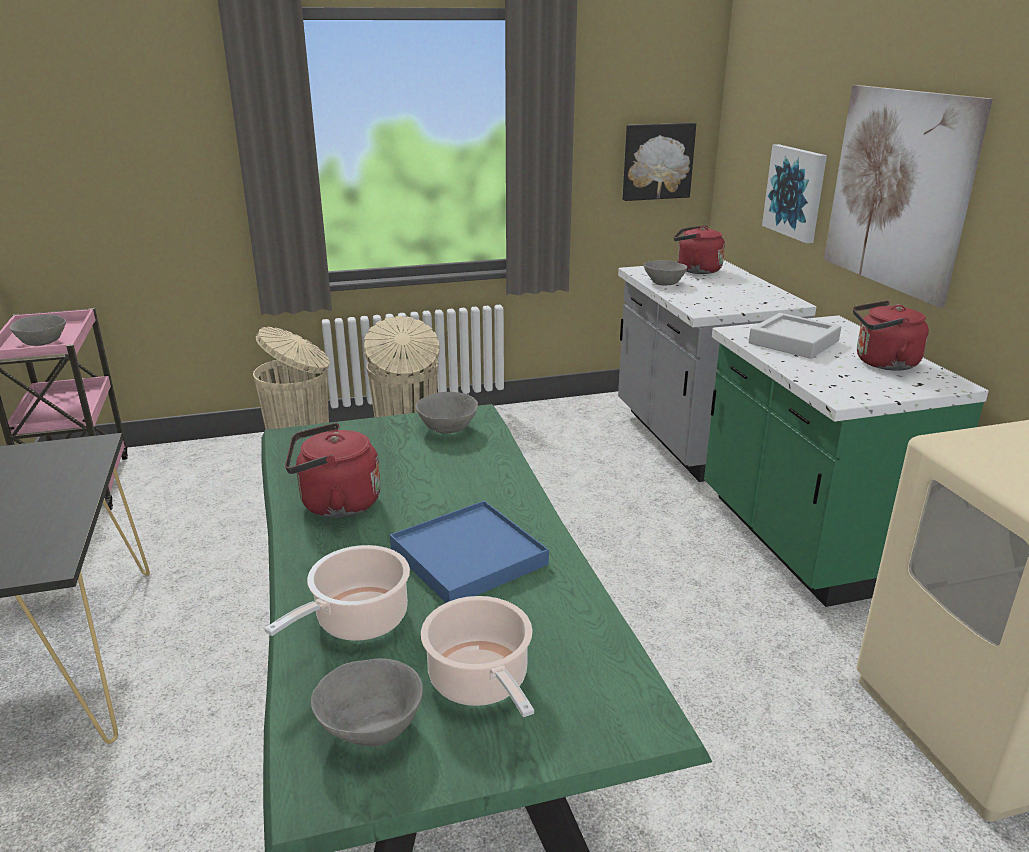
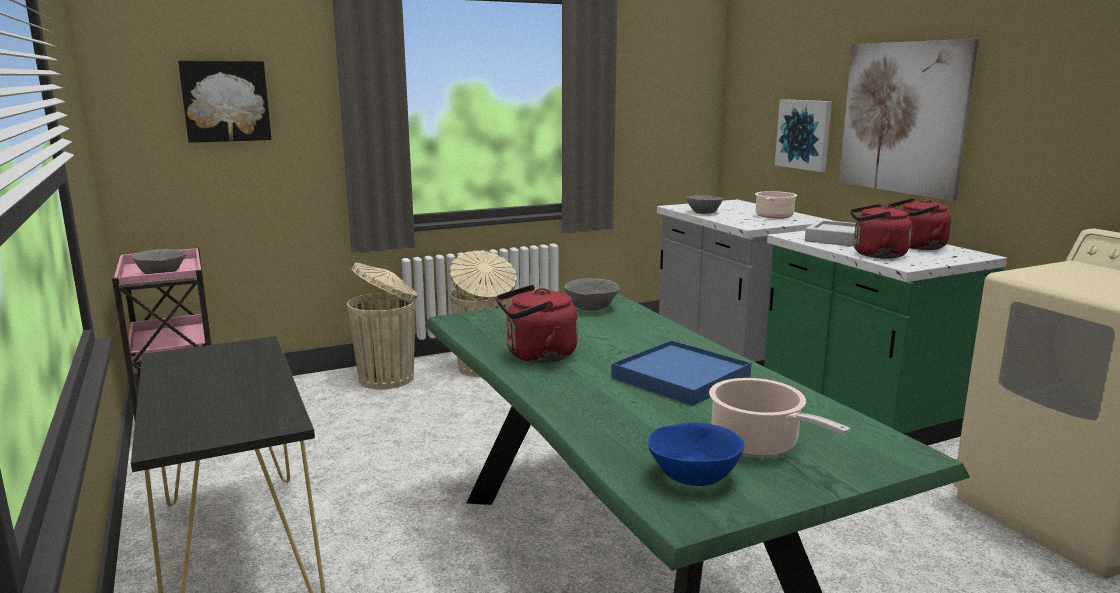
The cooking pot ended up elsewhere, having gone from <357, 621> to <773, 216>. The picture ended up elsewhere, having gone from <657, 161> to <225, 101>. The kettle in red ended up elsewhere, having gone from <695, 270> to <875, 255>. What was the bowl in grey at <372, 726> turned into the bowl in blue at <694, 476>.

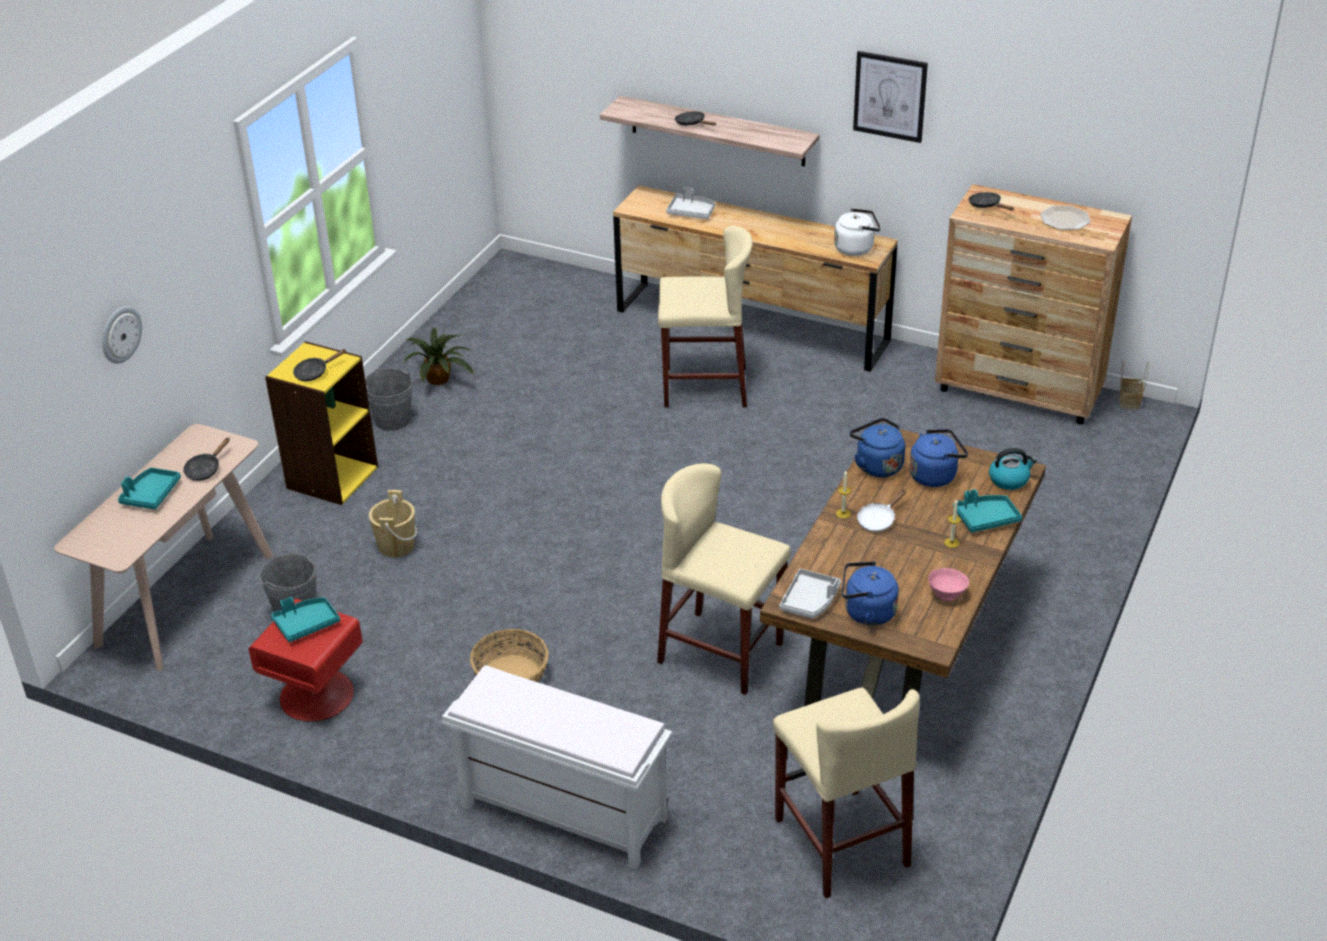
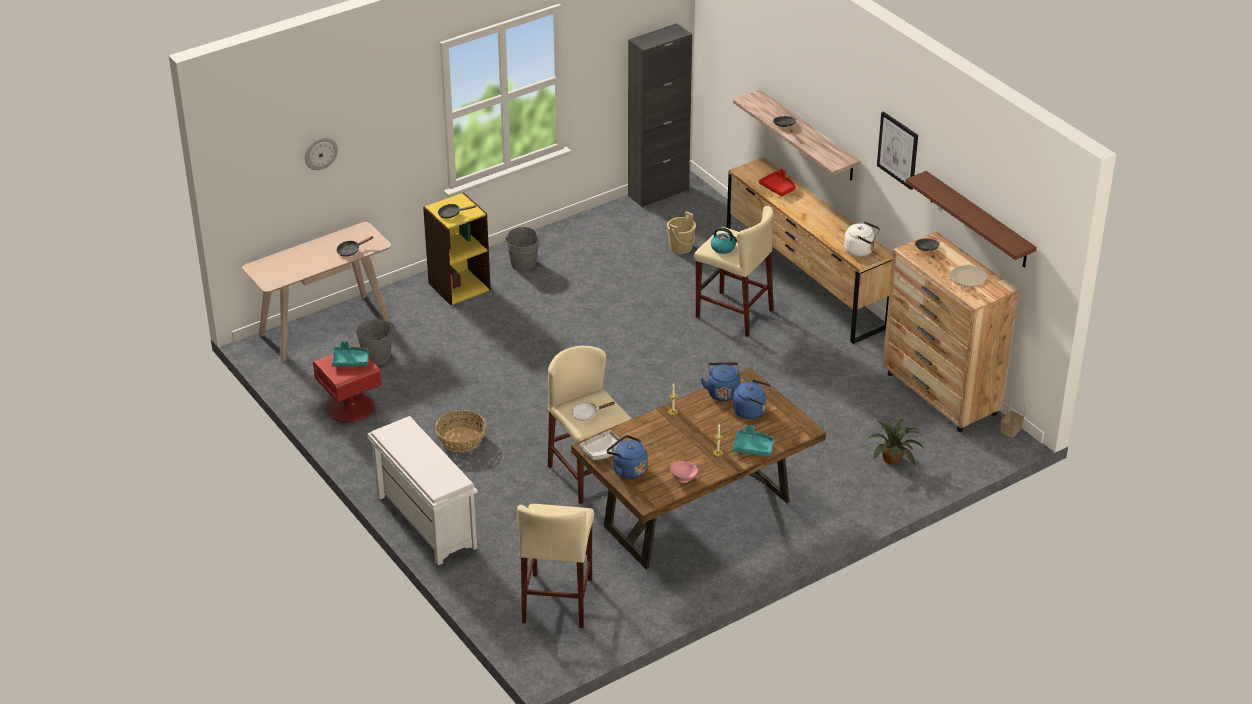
The second view lost the tray in turquoise at <151, 495>. The second view gained the cabinet in black at <658, 192>. The second view gained the shelf in brown at <978, 220>. The bucket in beige ended up elsewhere, having gone from <396, 546> to <681, 247>. The potted plant ended up elsewhere, having gone from <440, 379> to <893, 459>. The frying pan in white ended up elsewhere, having gone from <878, 520> to <587, 414>. The kettle ended up elsewhere, having gone from <1009, 480> to <723, 248>. What was the tray in grey at <691, 212> turned into the tray in red at <778, 188>.

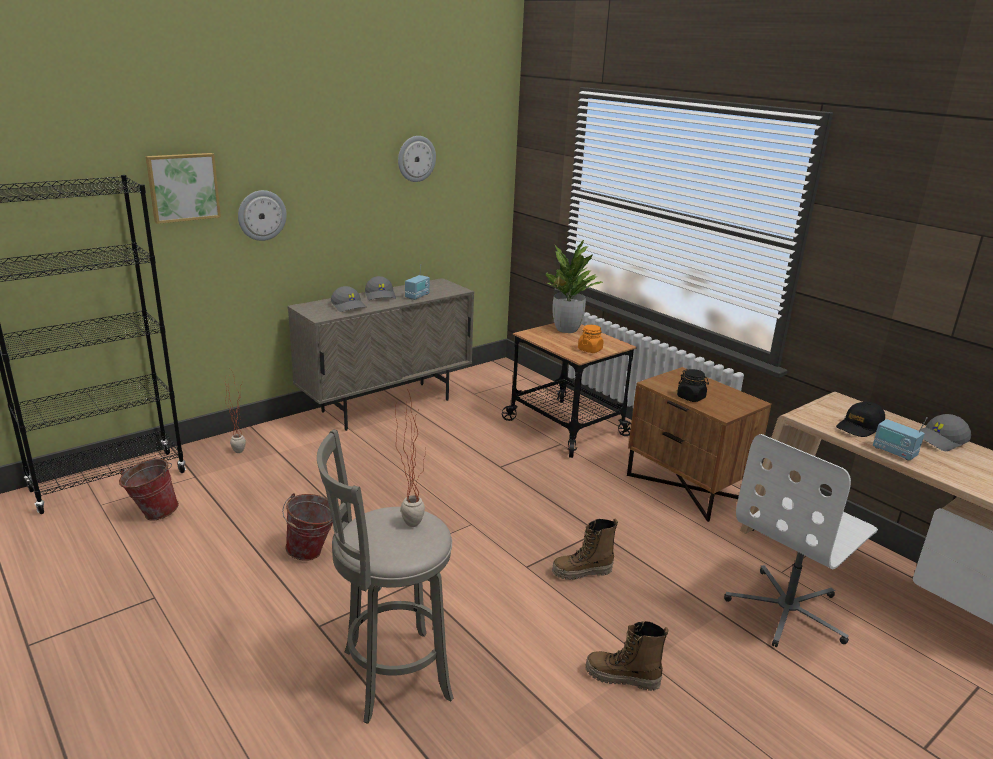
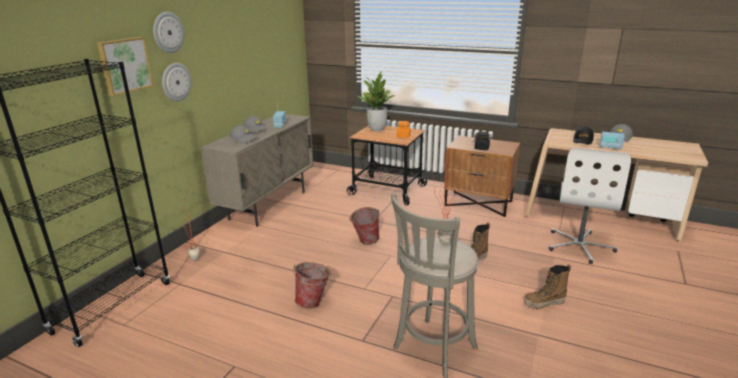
The bucket ended up elsewhere, having gone from <152, 513> to <365, 241>. The wall clock ended up elsewhere, having gone from <416, 158> to <168, 32>.

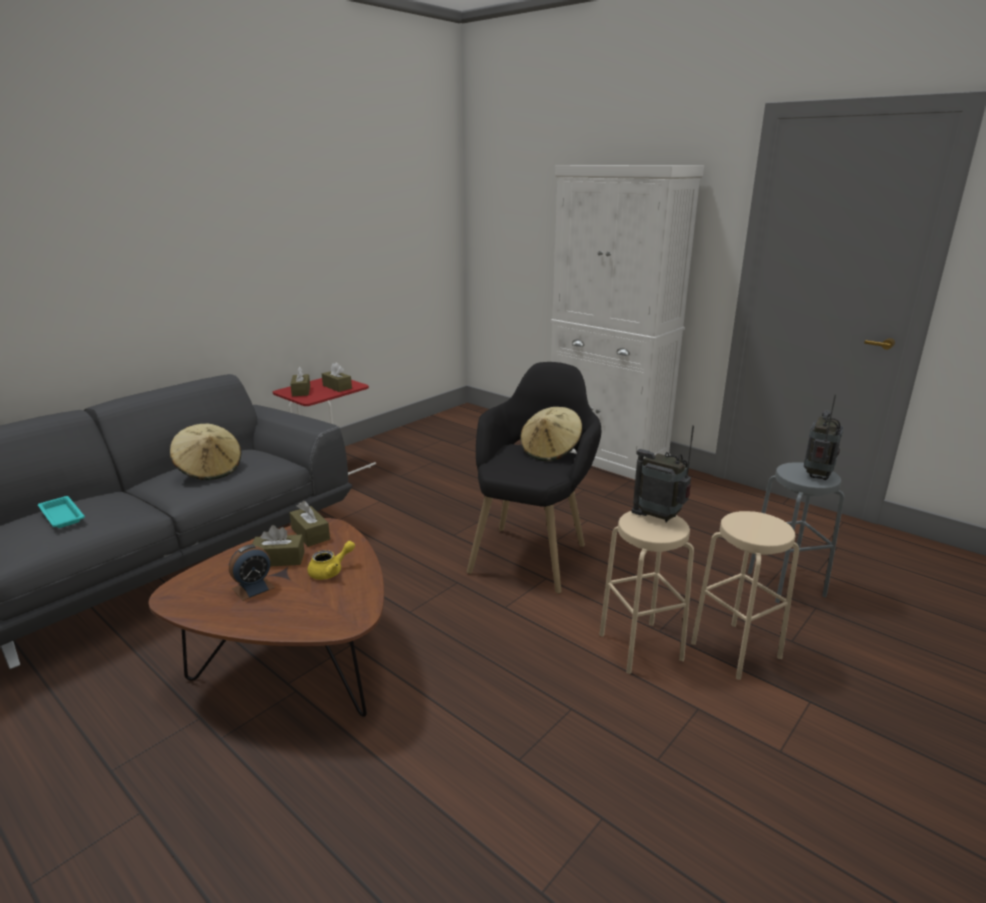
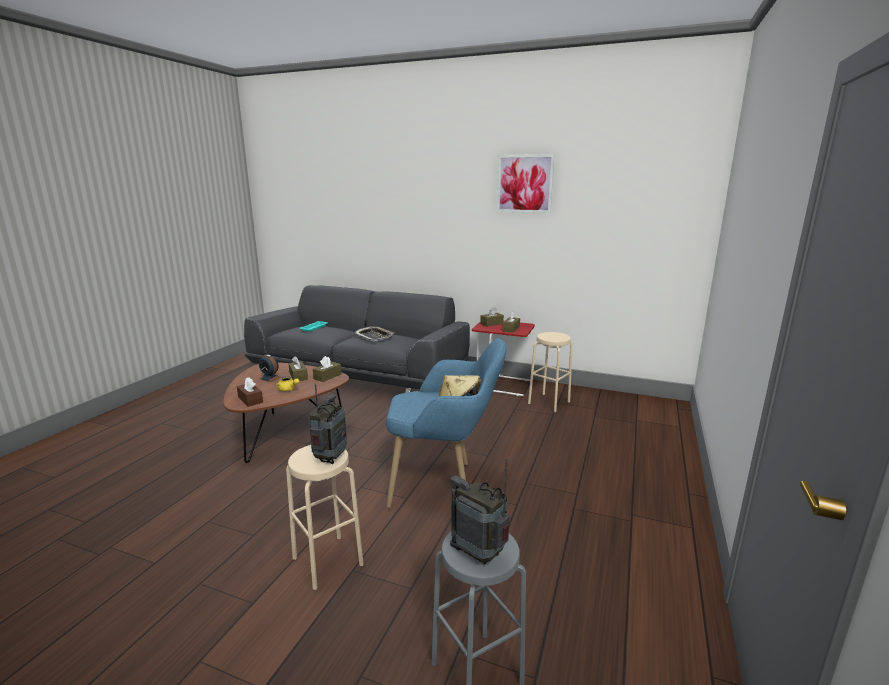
The second view lost the cabinet in white at <607, 457>. The second view gained the tissue box in brown at <250, 400>. The second view gained the picture at <525, 184>. The stool in beige ended up elsewhere, having gone from <735, 650> to <548, 402>. Where the hat in beige stood at <209, 470>, the tray came to stand at <374, 336>. What was the armchair in black at <533, 550> turned into the armchair in blue at <444, 485>. The radio at <817, 475> ended up facing another way, 150 degrees counterclockwise from before.

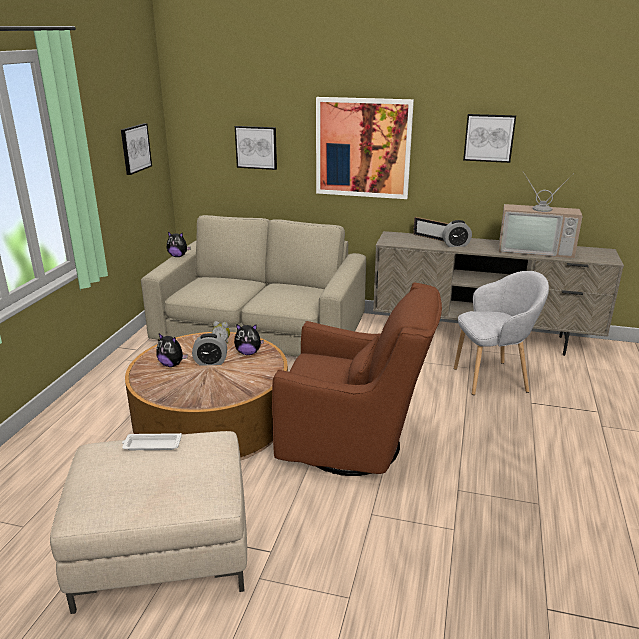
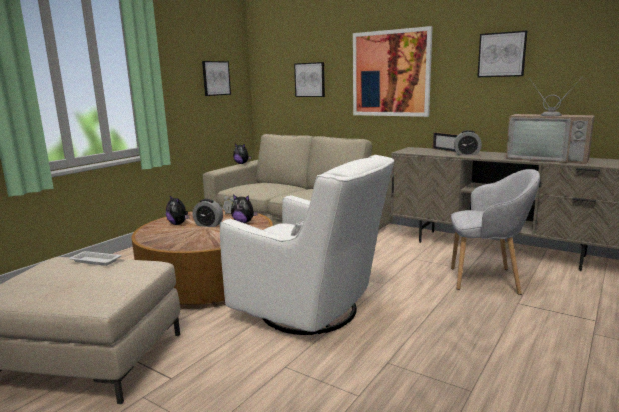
What was the armchair in brown at <355, 445> turned into the armchair in white at <312, 311>.

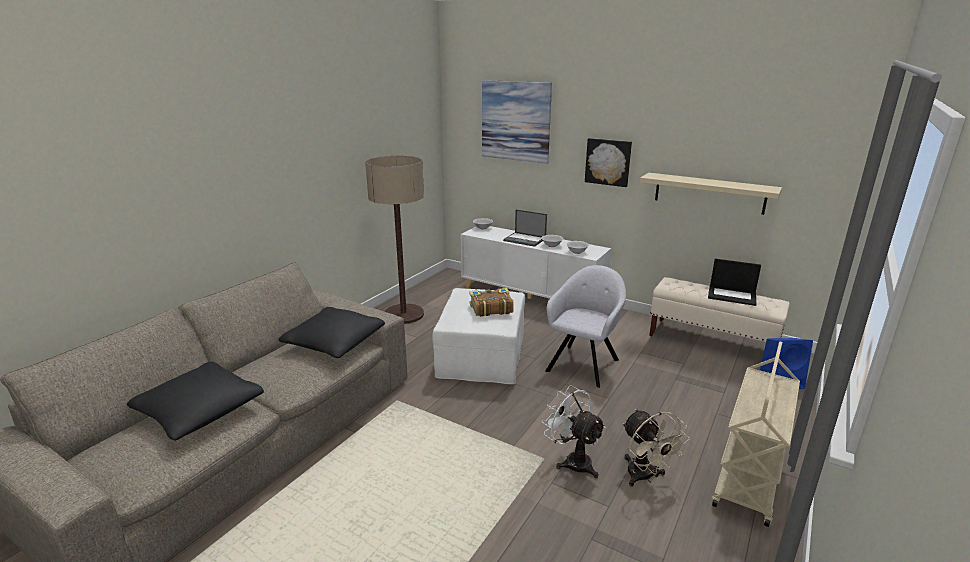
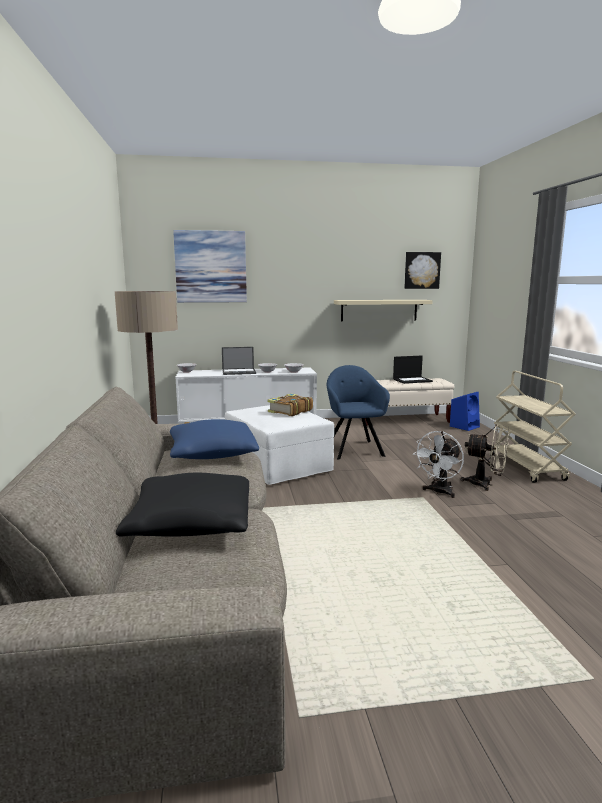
The picture ended up elsewhere, having gone from <608, 162> to <421, 270>. What was the pillow in black at <334, 343> turned into the pillow in blue at <212, 454>. What was the armchair in grey at <584, 363> turned into the armchair in blue at <354, 448>. The fan in white at <572, 461> ended up facing another way, 60 degrees counterclockwise from before.

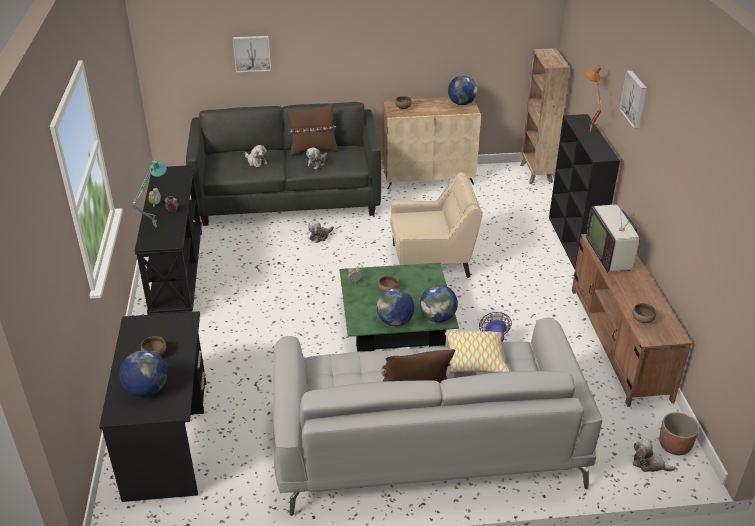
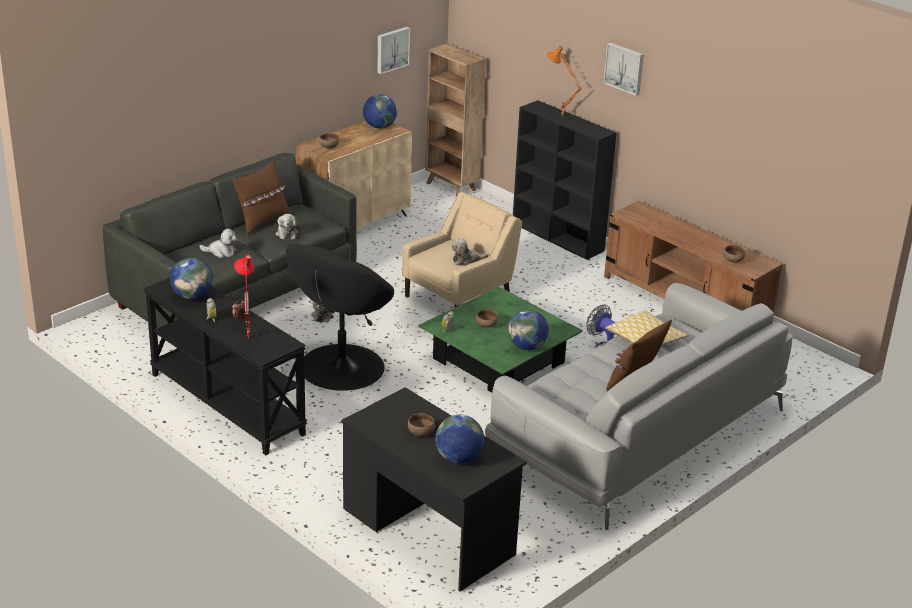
The second view lost the television at <611, 255>. The second view lost the planter at <674, 446>. The second view gained the armchair in black at <340, 367>. The picture ended up elsewhere, having gone from <252, 53> to <392, 49>. The globe ended up elsewhere, having gone from <438, 318> to <193, 296>. The plush toy ended up elsewhere, having gone from <649, 464> to <467, 260>. What was the table lamp in turquoise at <154, 227> turned into the table lamp in red at <246, 338>.

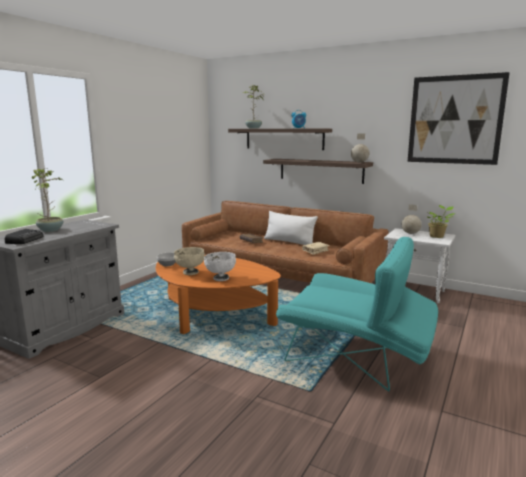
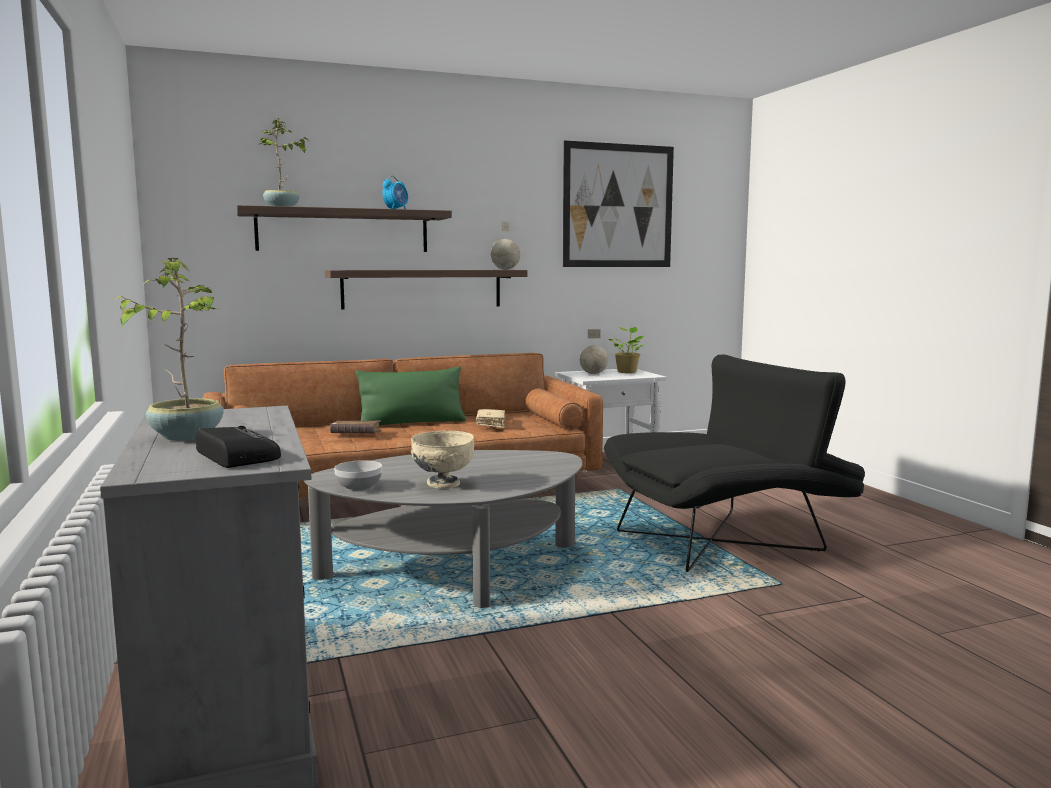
The second view lost the bowl in white at <220, 278>. What was the coffee table in orange at <213, 315> turned into the coffee table in grey at <455, 569>. What was the pillow in white at <289, 242> turned into the pillow in green at <412, 423>. What was the armchair in turquoise at <357, 357> turned into the armchair in black at <729, 537>.

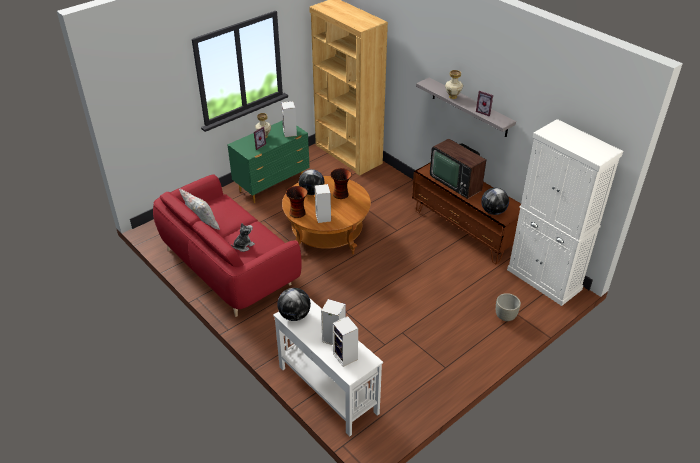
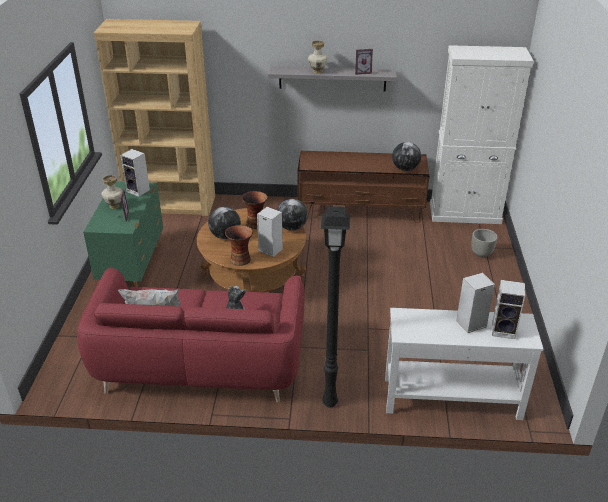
The second view lost the television at <457, 181>. The second view gained the floor lamp in black at <329, 403>. The globe ended up elsewhere, having gone from <295, 315> to <292, 227>.

